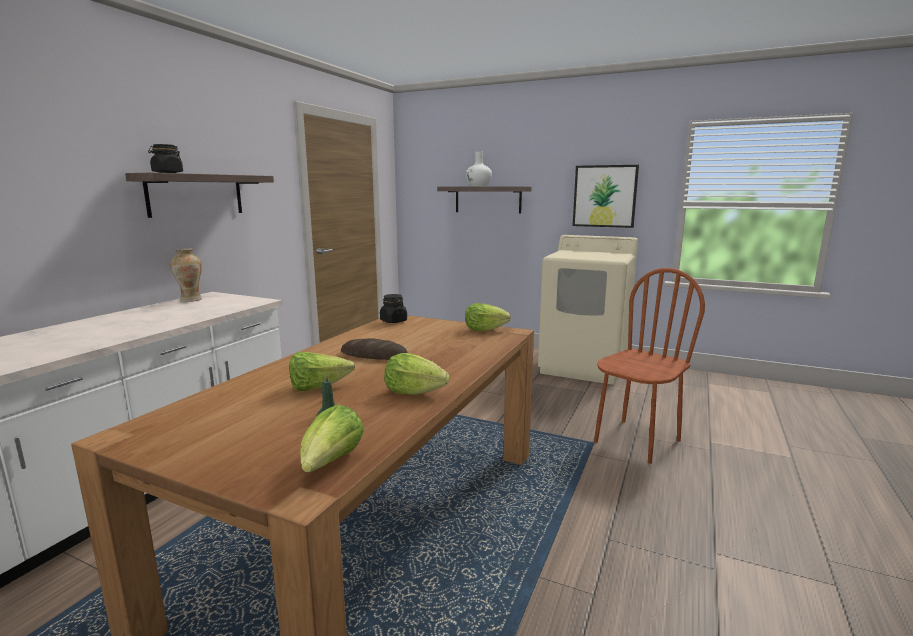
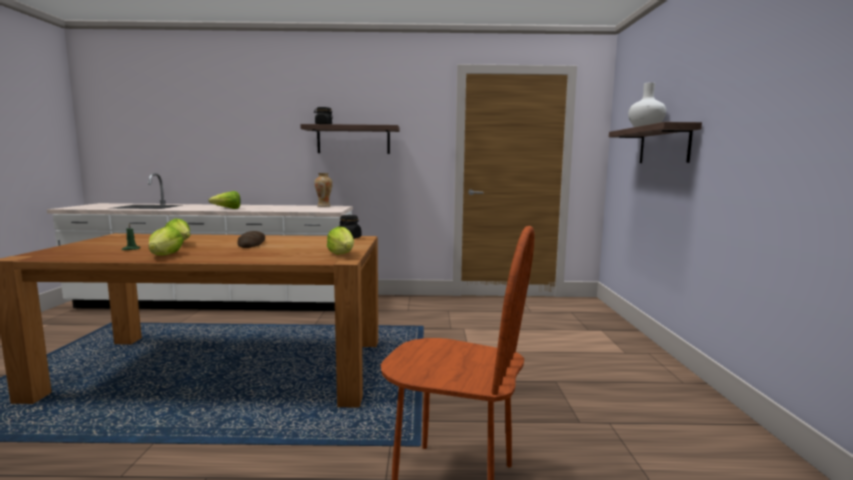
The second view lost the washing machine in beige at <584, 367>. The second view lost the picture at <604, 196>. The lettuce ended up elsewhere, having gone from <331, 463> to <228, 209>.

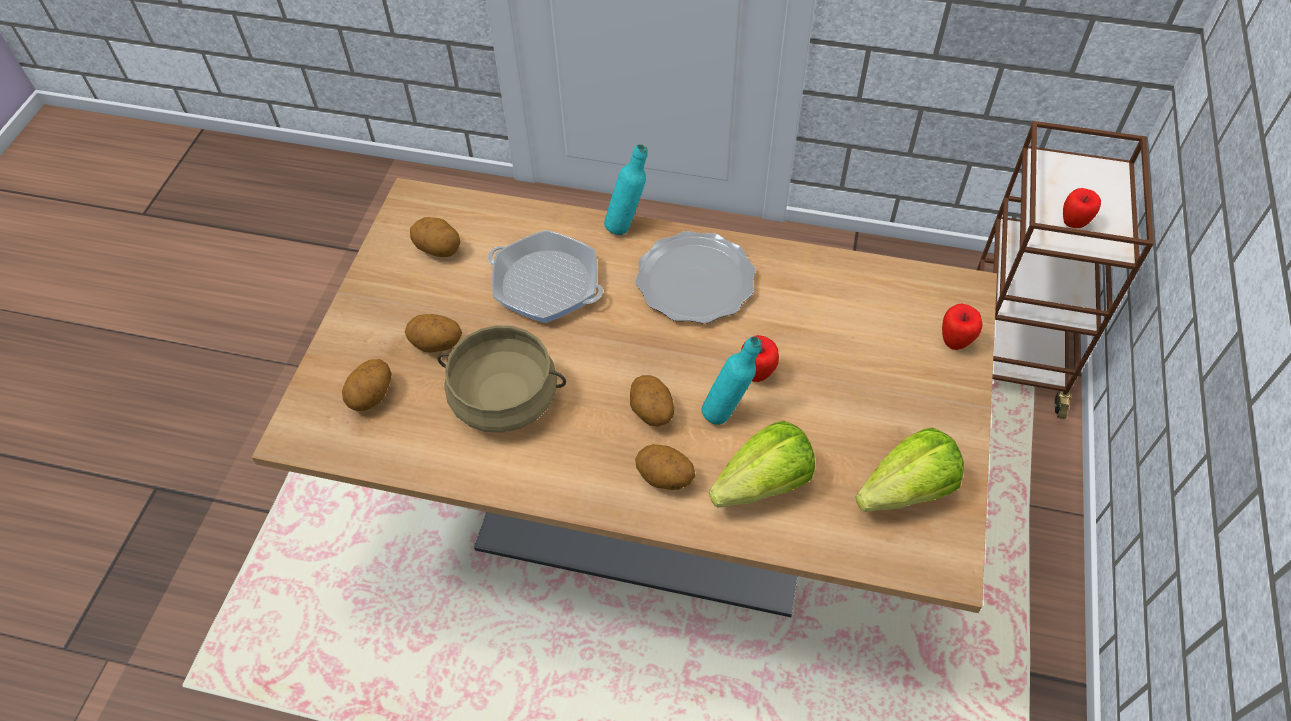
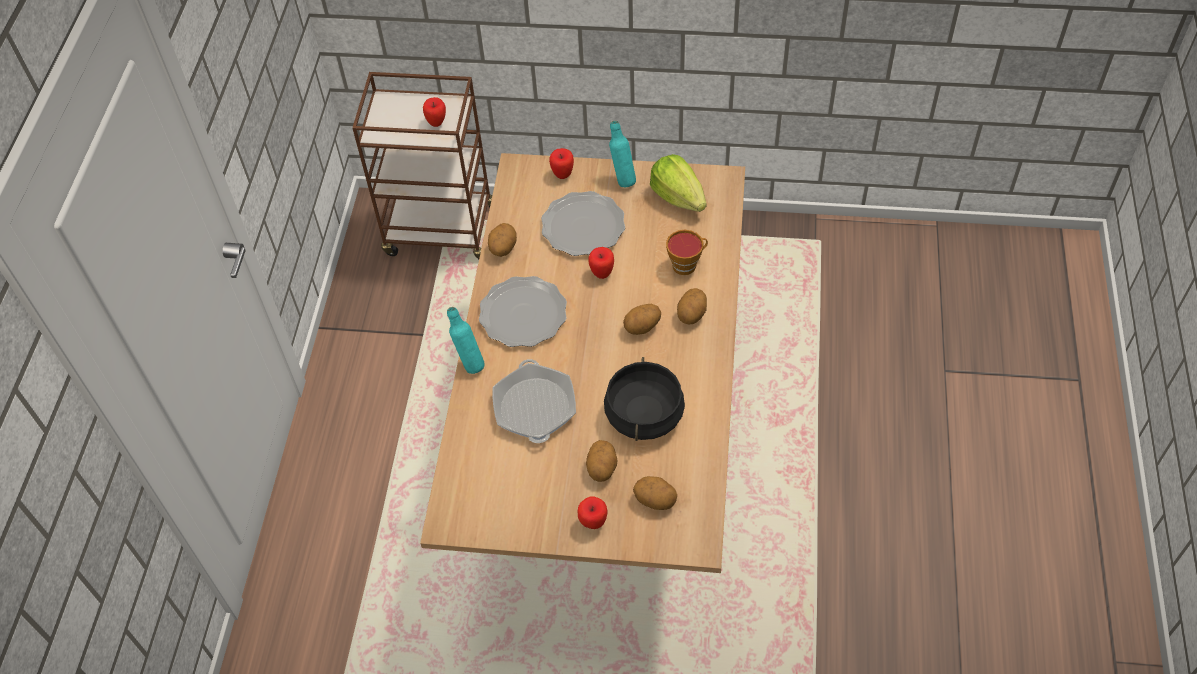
The second view gained the plate at <583, 227>. The second view gained the apple at <593, 523>. The potato ended up elsewhere, having gone from <438, 249> to <503, 248>. The bottle in turquoise ended up elsewhere, having gone from <727, 412> to <622, 179>. Where the lettuce stood at <763, 484>, the cup came to stand at <687, 264>. What was the cooking pot in beige at <505, 398> turned into the cooking pot in black at <643, 414>. The frying pan at <546, 284> ended up facing another way, 150 degrees clockwise from before.

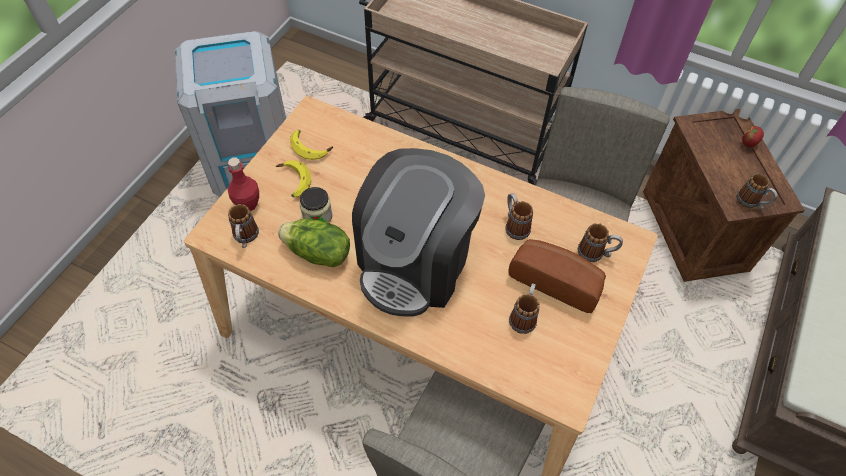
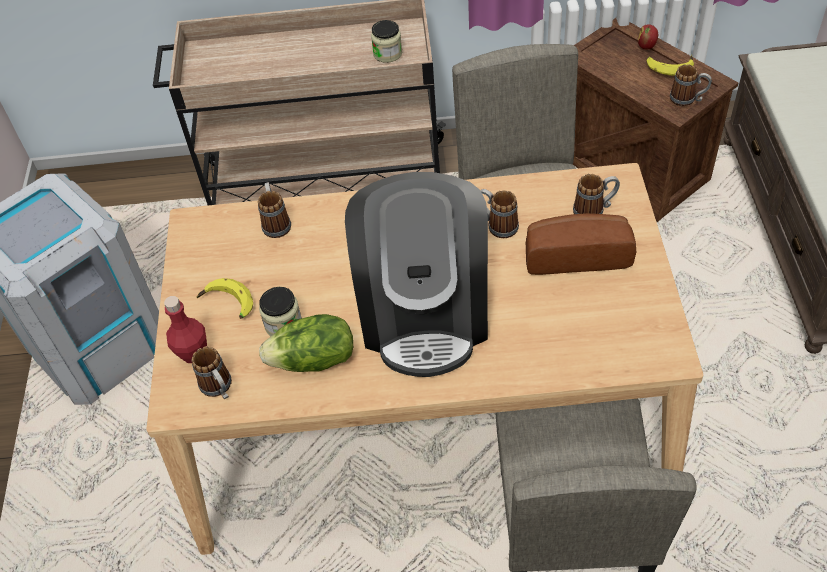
The second view gained the jar at <387, 53>. The banana ended up elsewhere, having gone from <311, 147> to <669, 66>. The mug ended up elsewhere, having gone from <524, 316> to <276, 223>.

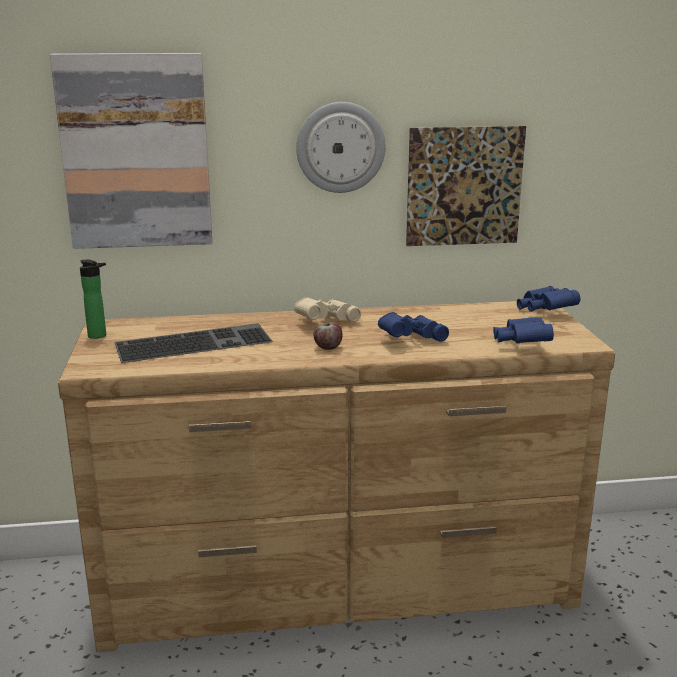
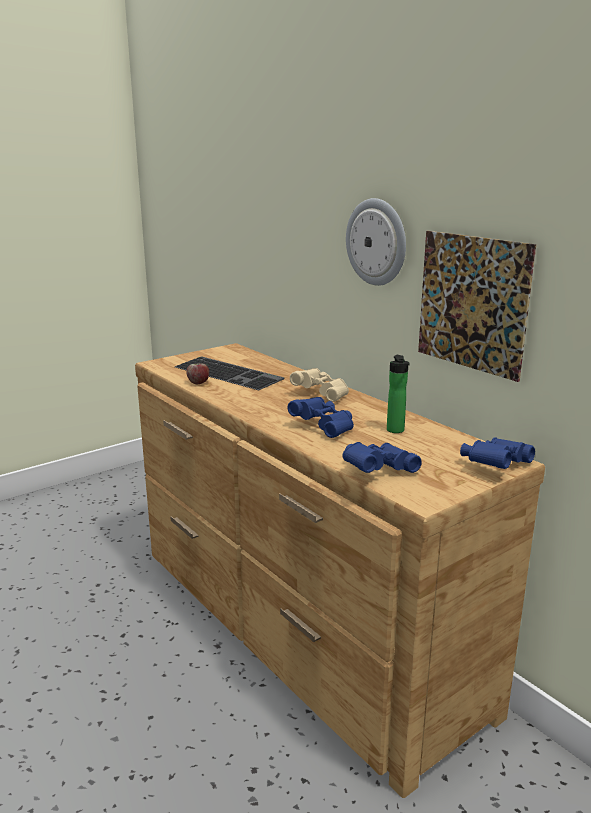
The second view lost the picture at <136, 152>. The bottle ended up elsewhere, having gone from <99, 336> to <396, 431>. The apple ended up elsewhere, having gone from <328, 347> to <198, 382>.

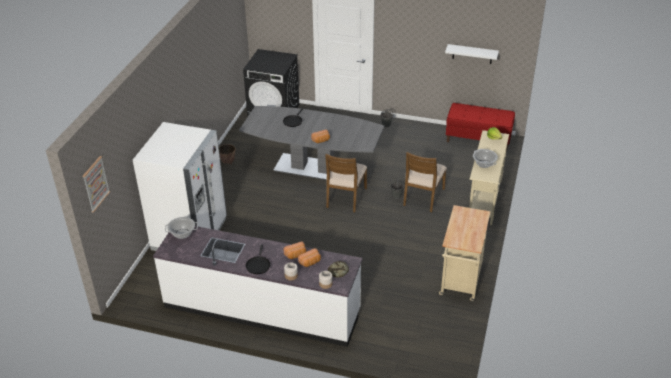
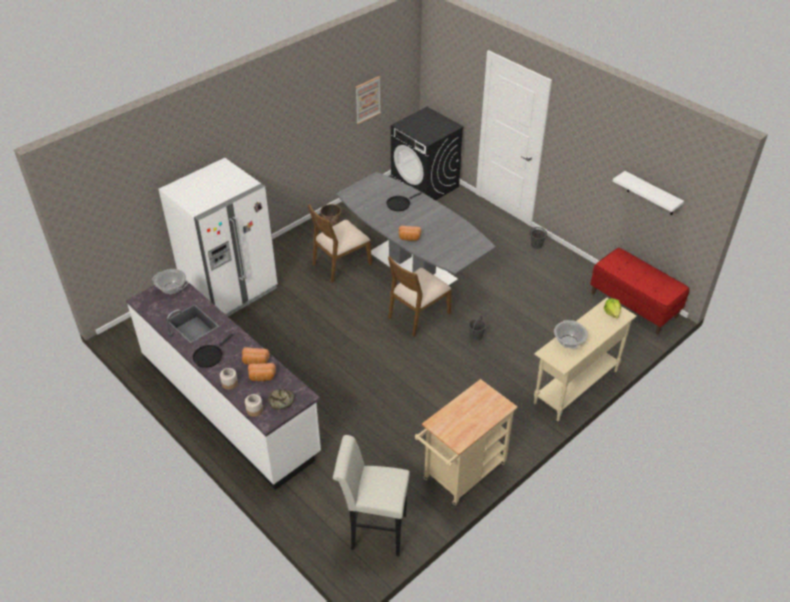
The second view gained the stool in white at <373, 531>. The picture ended up elsewhere, having gone from <95, 184> to <367, 99>. The chair in brown ended up elsewhere, having gone from <423, 197> to <341, 264>.

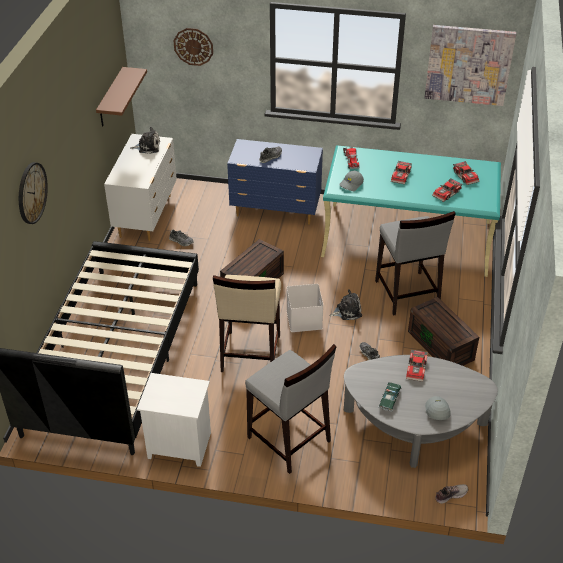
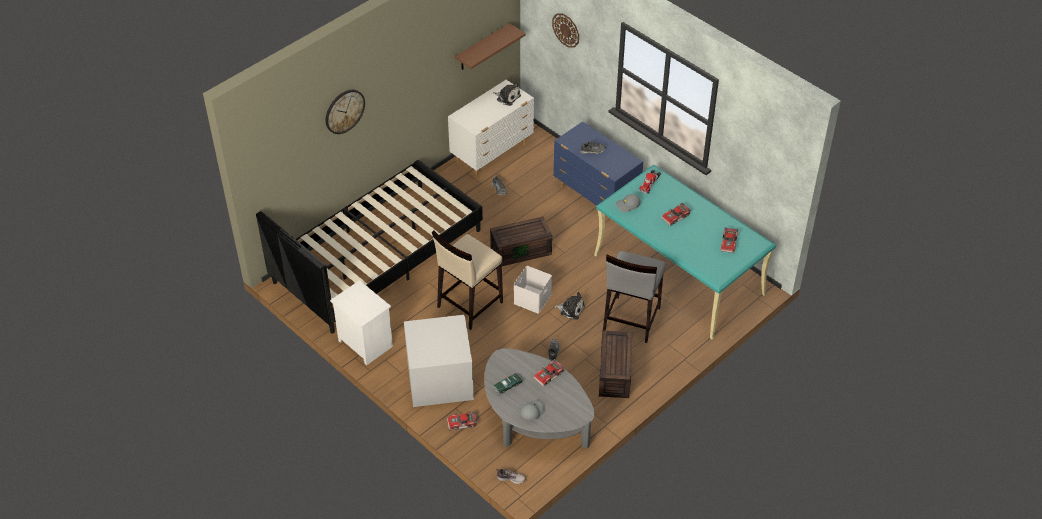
The second view lost the picture at <469, 65>. The toy car ended up elsewhere, having gone from <447, 193> to <462, 423>. Where the stool in grey stood at <289, 440>, the storage box in grey came to stand at <439, 380>.

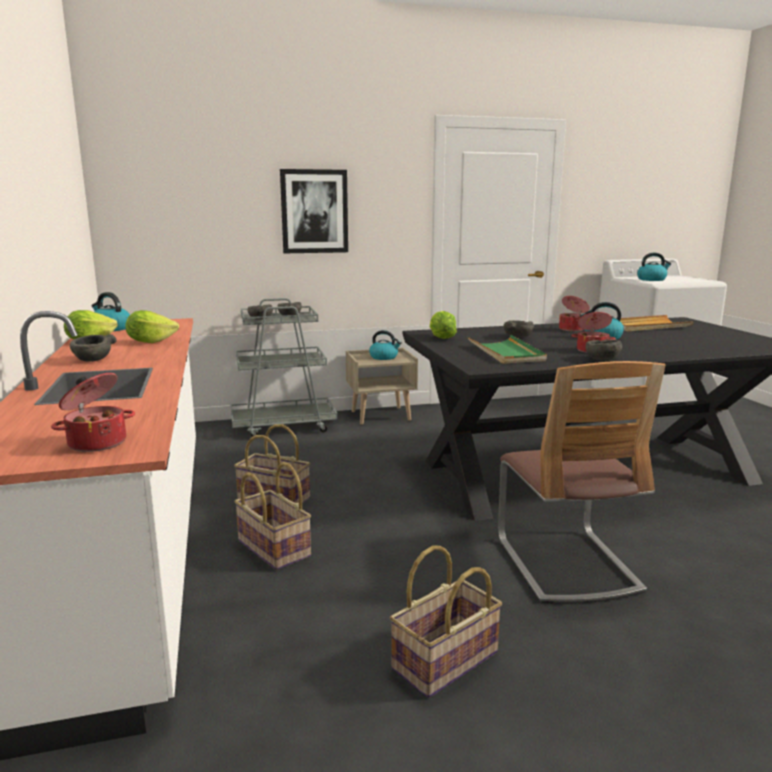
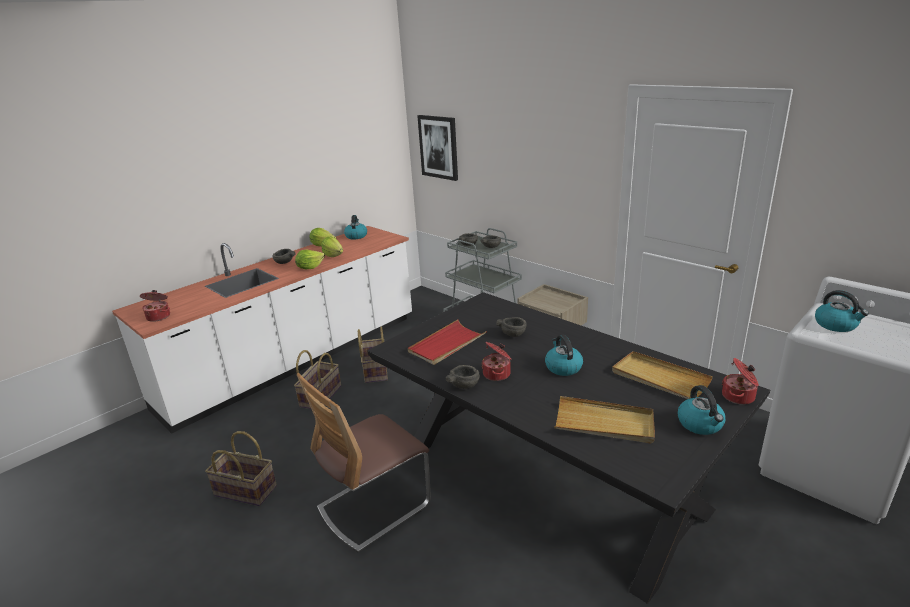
The second view gained the tray in beige at <604, 423>. The picture ended up elsewhere, having gone from <314, 211> to <438, 147>. The kettle ended up elsewhere, having gone from <384, 357> to <700, 424>. The lettuce ended up elsewhere, having gone from <441, 338> to <310, 268>. The cooking pot ended up elsewhere, having gone from <572, 329> to <739, 397>. What was the tray in green at <506, 353> turned into the tray in red at <447, 344>.

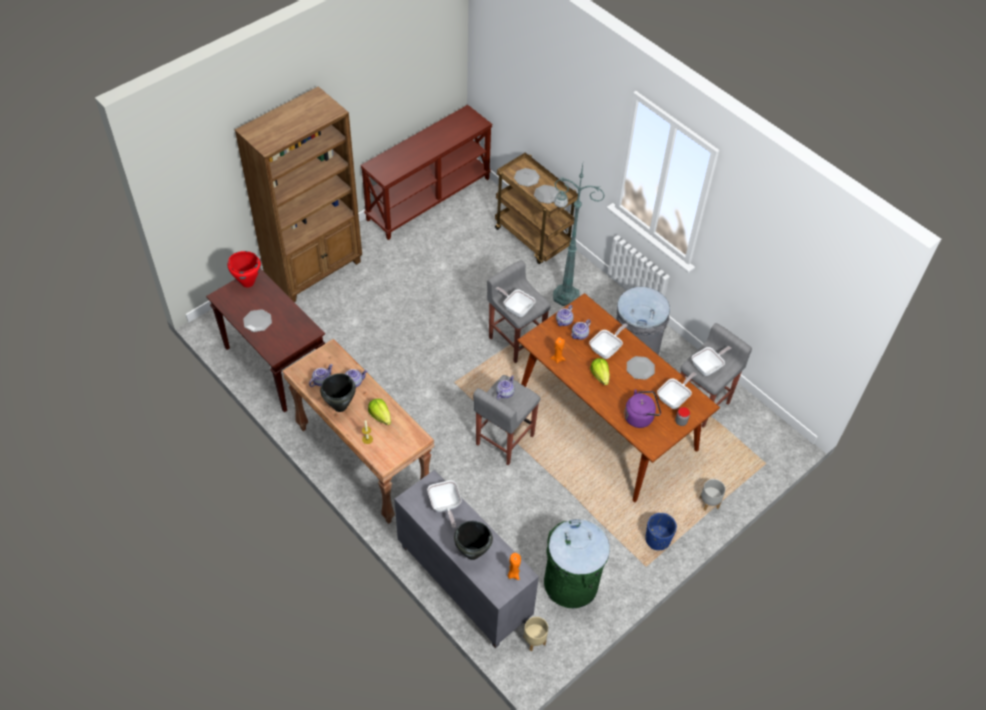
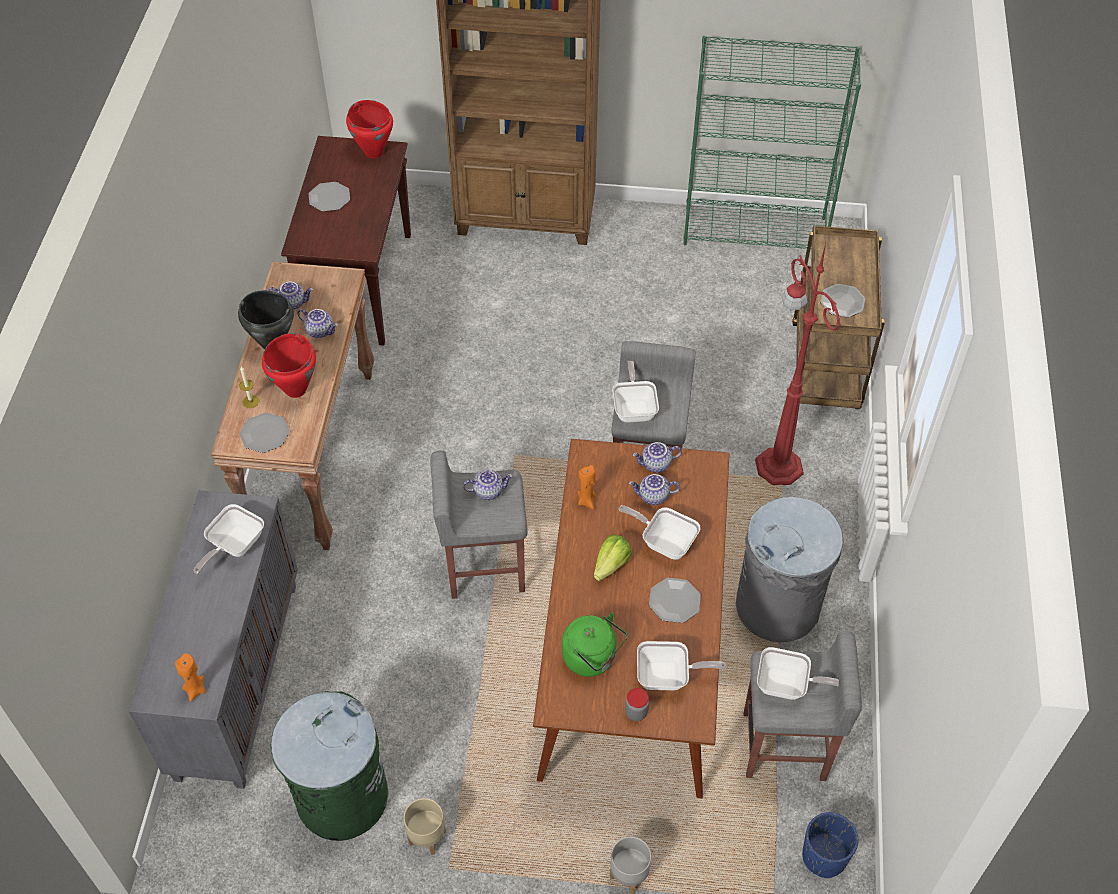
The second view lost the cooking pot in black at <472, 553>. The plate ended up elsewhere, having gone from <526, 178> to <264, 434>. The planter in beige ended up elsewhere, having gone from <534, 640> to <426, 838>. The planter in blue ended up elsewhere, having gone from <657, 539> to <824, 857>. Where the console table in brown stood at <428, 198>, the bookcase in green came to stand at <755, 231>. Where the lettuce stood at <380, 416>, the cooking pot in red came to stand at <296, 389>. What was the floor lamp in green at <564, 295> turned into the floor lamp in red at <777, 464>. What was the kettle in purple at <640, 417> turned into the kettle in green at <592, 658>. The frying pan at <607, 349> ended up facing another way, 150 degrees counterclockwise from before.

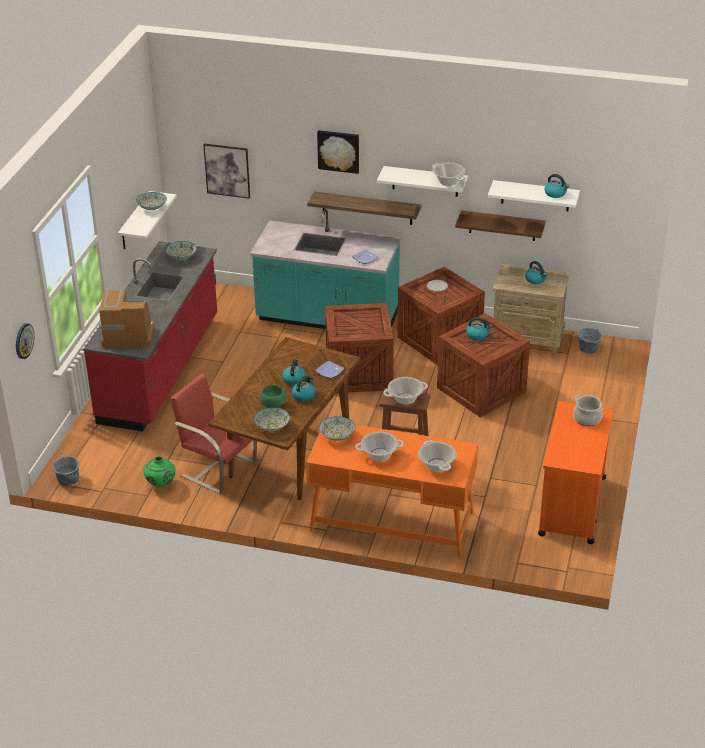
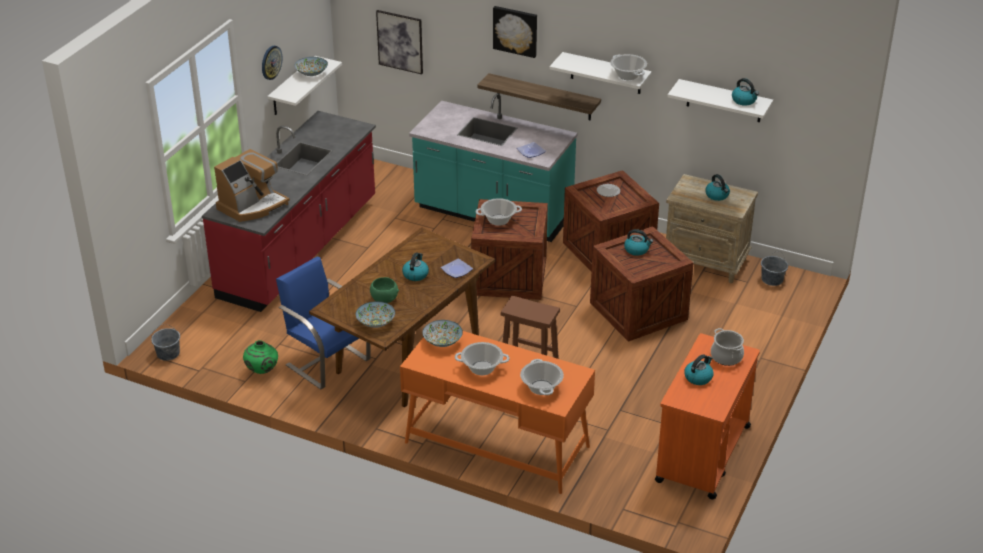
The second view lost the bowl at <181, 257>. The second view lost the shelf in brown at <502, 226>. The wall clock ended up elsewhere, having gone from <23, 341> to <271, 62>. The kettle ended up elsewhere, having gone from <304, 395> to <698, 377>. The cooking pot ended up elsewhere, having gone from <405, 398> to <498, 220>. What was the chair in red at <218, 468> turned into the chair in blue at <327, 361>. The coffee machine at <128, 334> ended up facing another way, 120 degrees clockwise from before.

